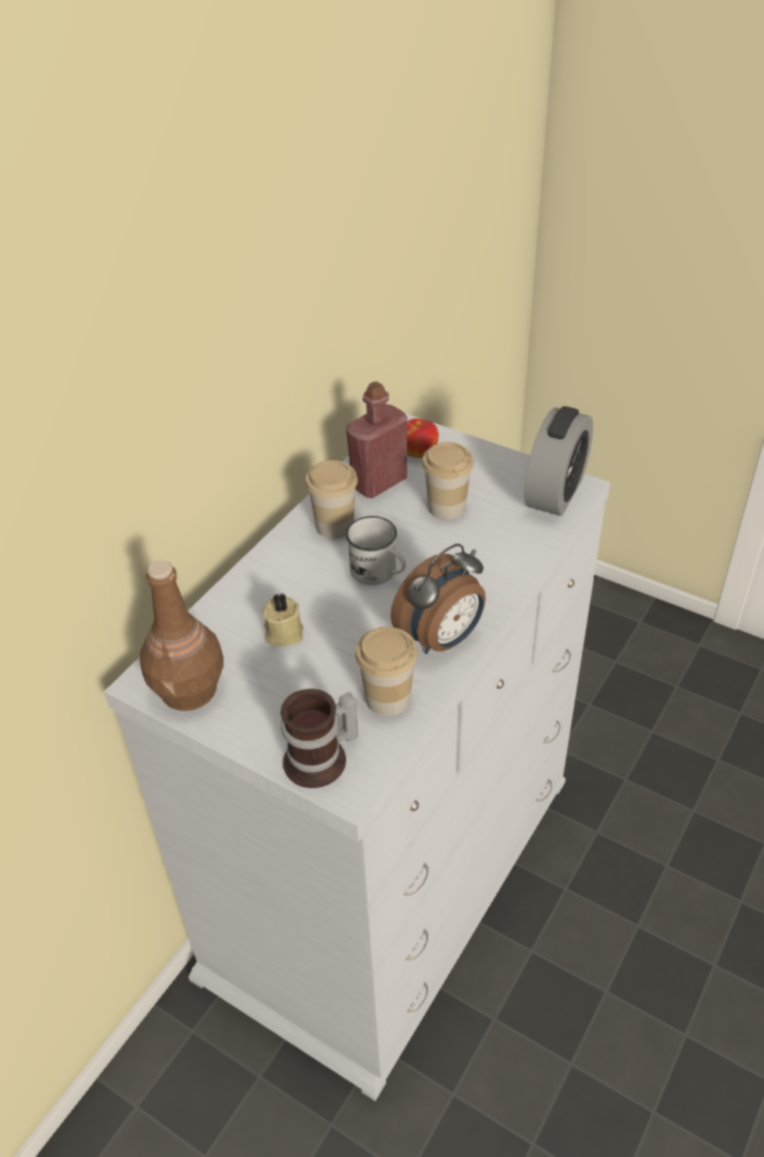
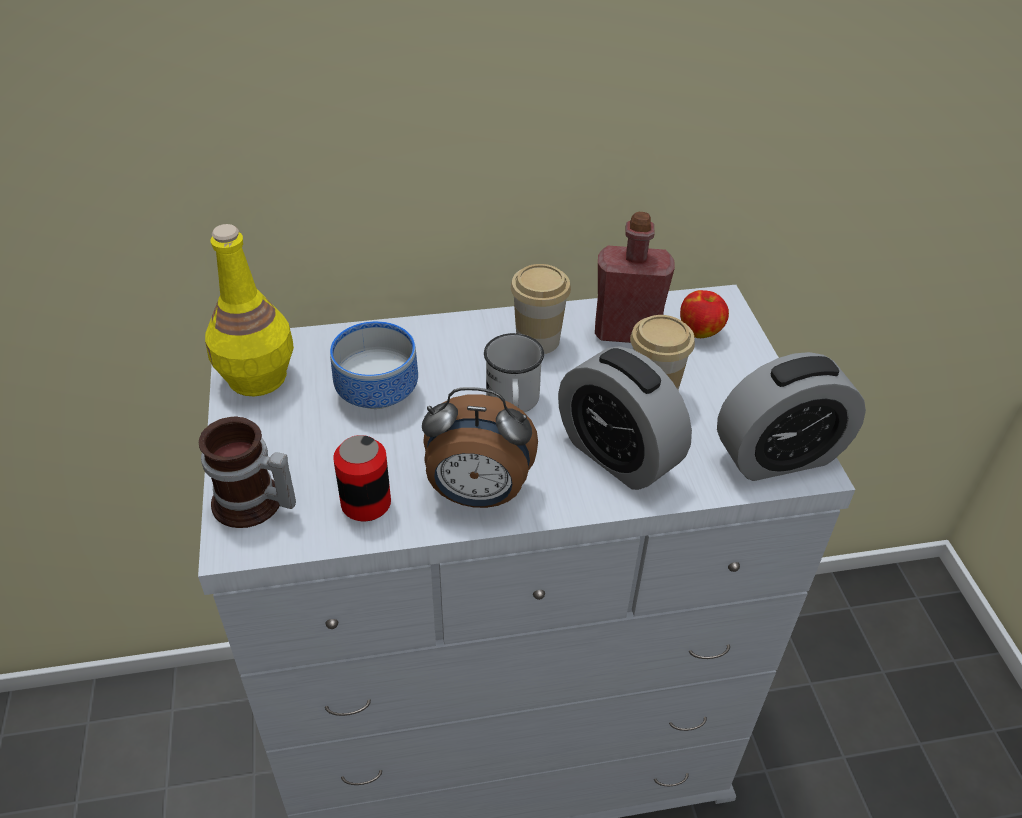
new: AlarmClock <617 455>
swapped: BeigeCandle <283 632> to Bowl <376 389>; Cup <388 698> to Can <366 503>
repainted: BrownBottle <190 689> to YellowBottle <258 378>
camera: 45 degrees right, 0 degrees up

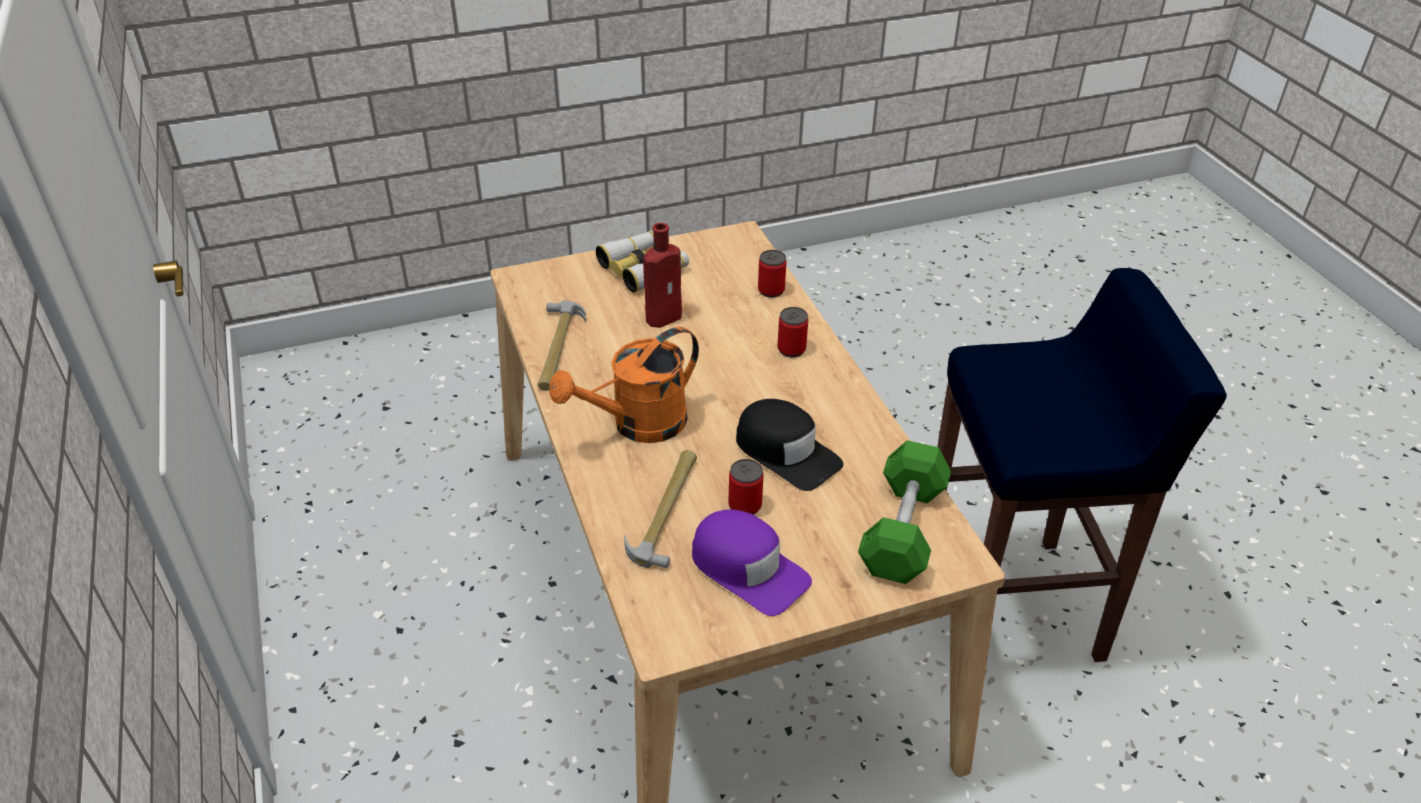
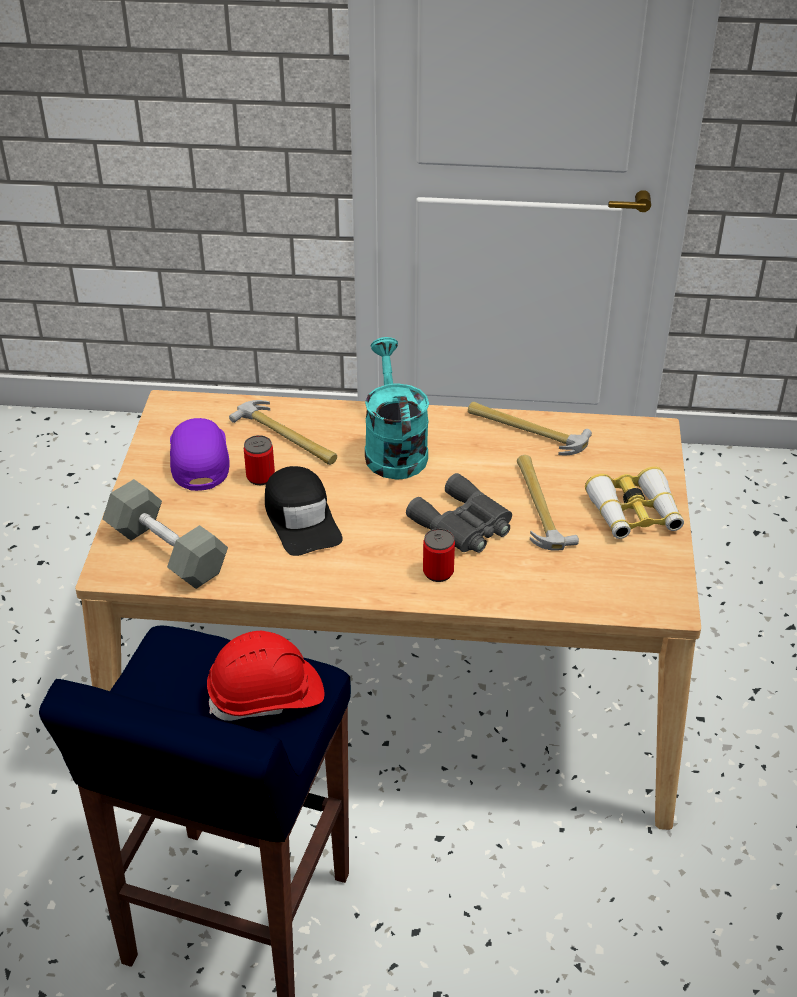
gone: Can <771 290>
new: RedHardHat <266 696>; GreyBinoculars <463 525>
swapped: RedBottle <666 317> to Hammer <539 506>
repainted: OrangeWateringCan <637 425> to TurquoiseWateringCan <393 448>; GreenDumbbell <902 529> to GreyDumbbell <167 551>
rotated: PurpleCap <748 569> = <199 459> 105 degrees clockwise; BlackCap <786 452> = <301 519> 90 degrees counterclockwise
camera: 115 degrees right, 0 degrees up

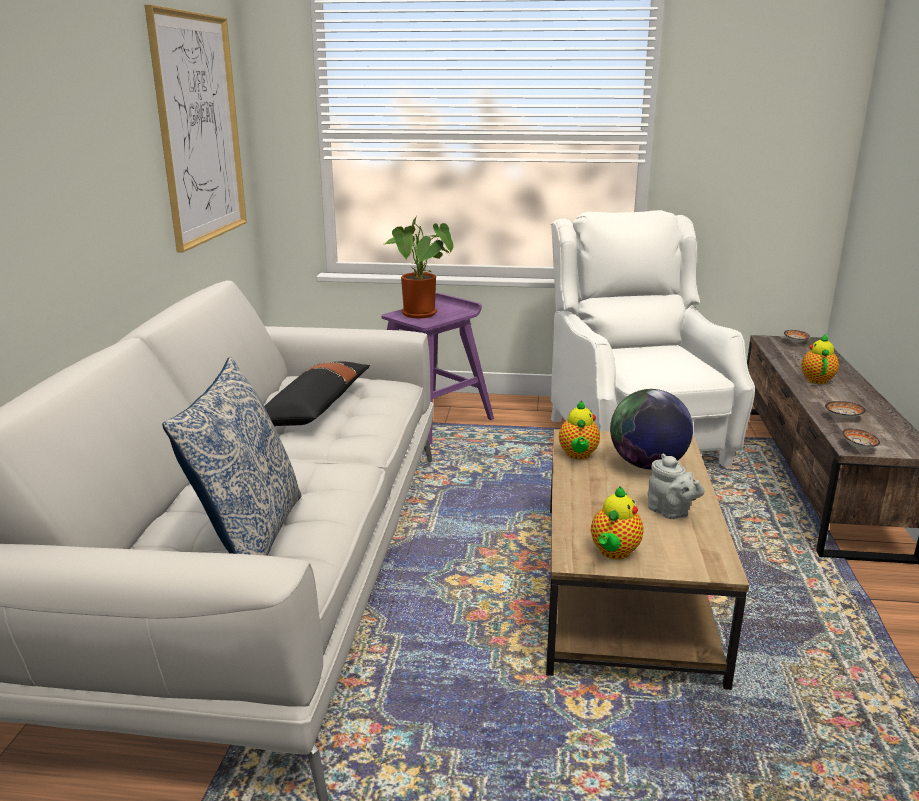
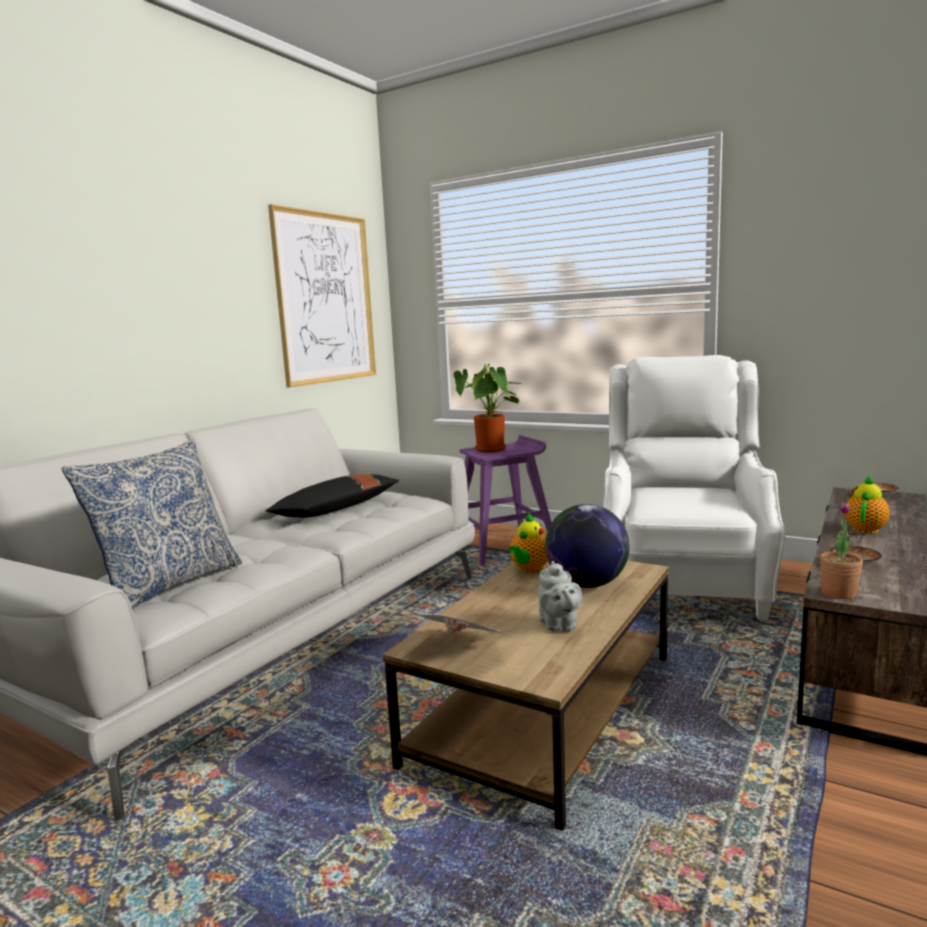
swapped: Teapot <613 553> to Newspaper <458 649>; Bowl <858 447> to PottedPlant <838 593>
camera: 25 degrees right, 10 degrees down

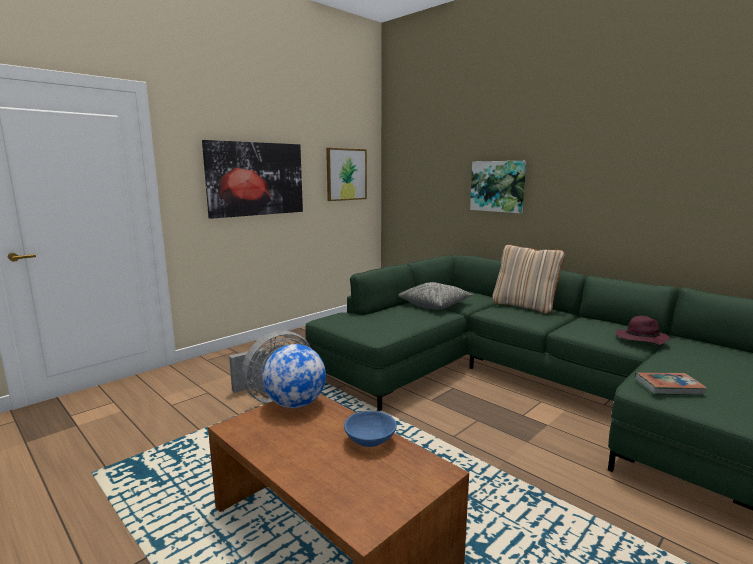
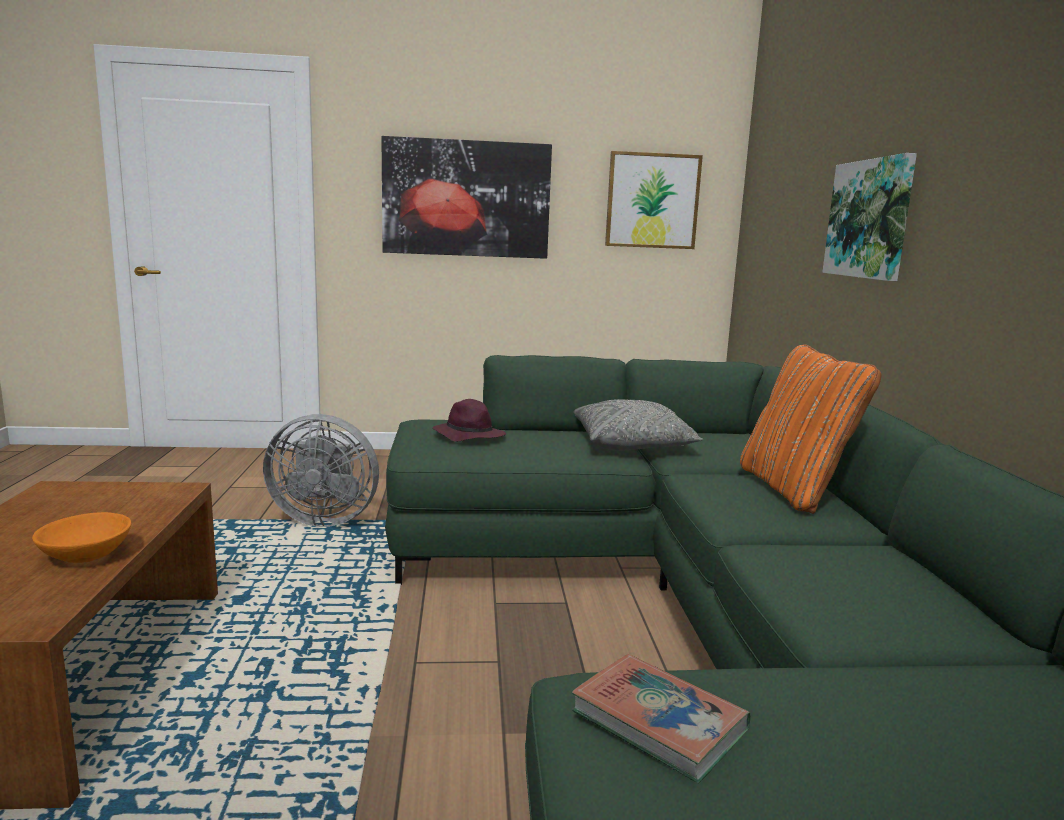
gone: Globe <295 404>
shifted: PurpleHat <641 339> to <468 436>
repainted: BlueBowl <370 440> to OrangeBowl <87 556>; BeigePillow <524 306> to OrangePillow <794 489>
camera: 40 degrees right, 0 degrees up

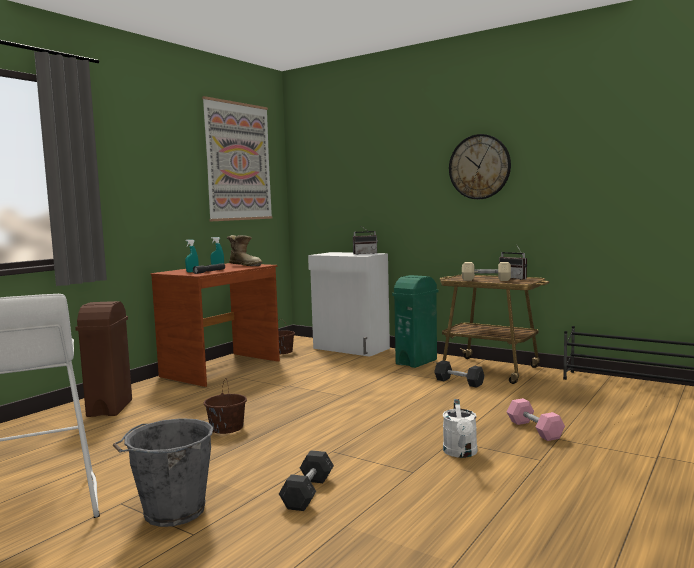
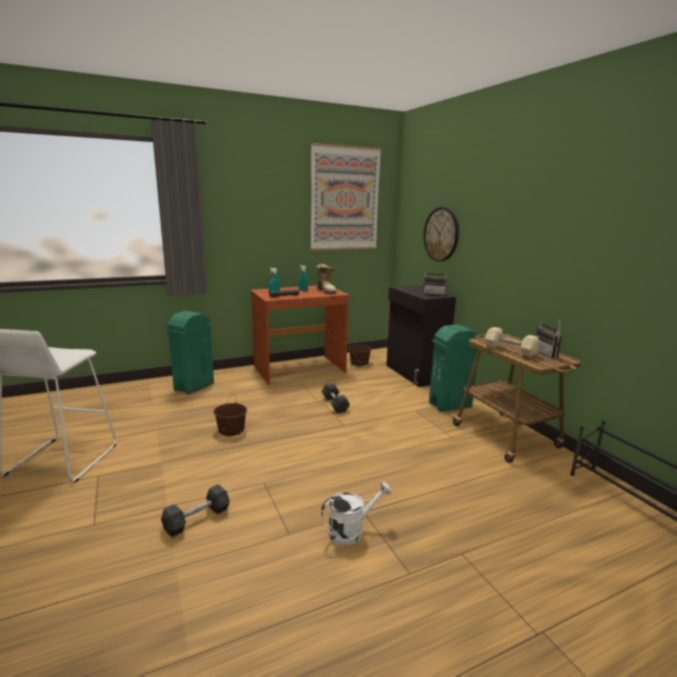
gone: GreyBucket <172 512>; PinkDumbbell <534 429>
shifted: GreyDumbbell <459 382> to <335 404>; WallClock <479 167> to <441 234>
repainted: BrownTrashCan <109 408> to GreenTrashCan <193 387>; WhiteCabinet <351 348> to BlackCabinet <414 373>
rotated: WhiteWateringCan <461 453> = <351 530> 150 degrees counterclockwise
camera: 30 degrees right, 10 degrees up

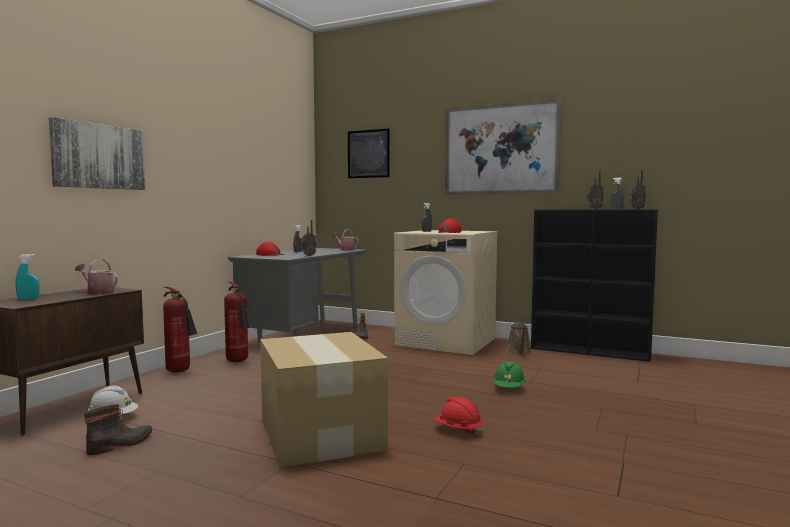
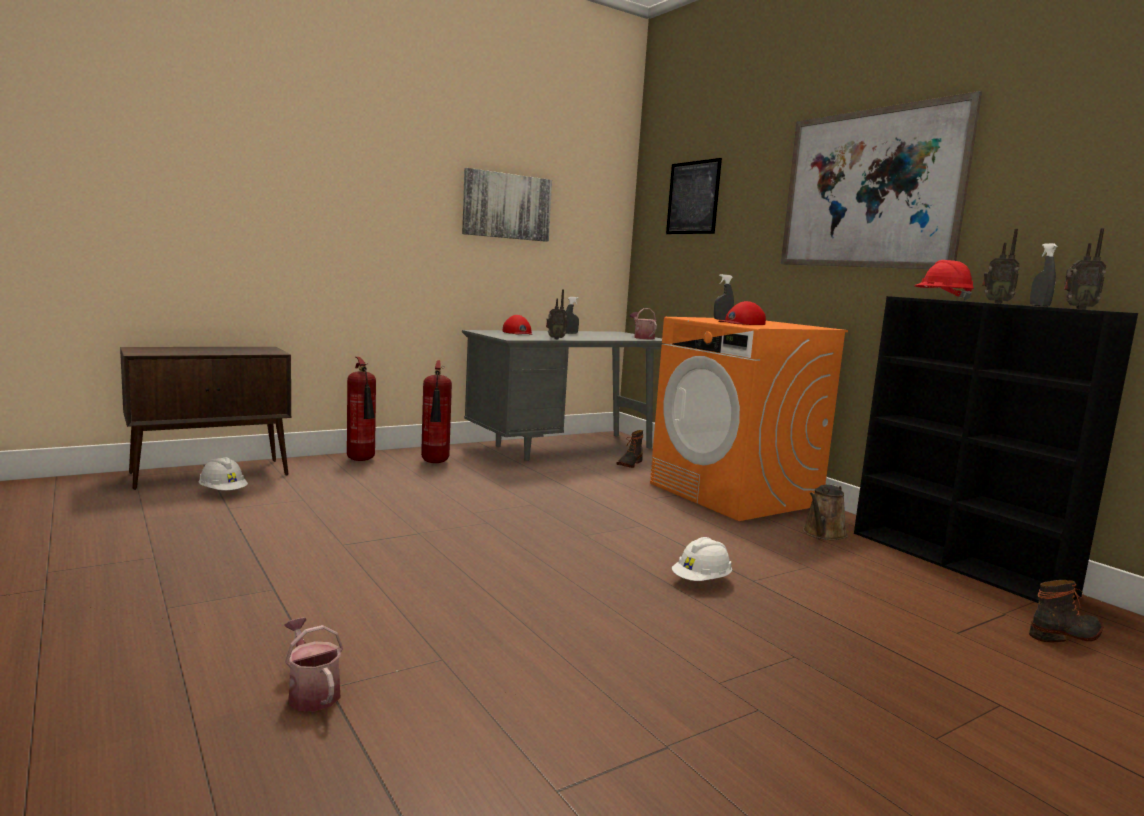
gone: TurquoiseSprayBottle <28 299>; CardboardBox <321 433>
shifted: Picture <98 156> to <506 206>; WateringCan <98 292> to <311 692>; Boot <121 444> to <1066 634>; RedHardHat <458 430> to <942 299>
repainted: BeigeWashingMachine <447 342> to OrangeWashingMachine <735 494>; GreenHardHat <509 388> to WhiteHardHat <701 581>
camera: 30 degrees right, 5 degrees up

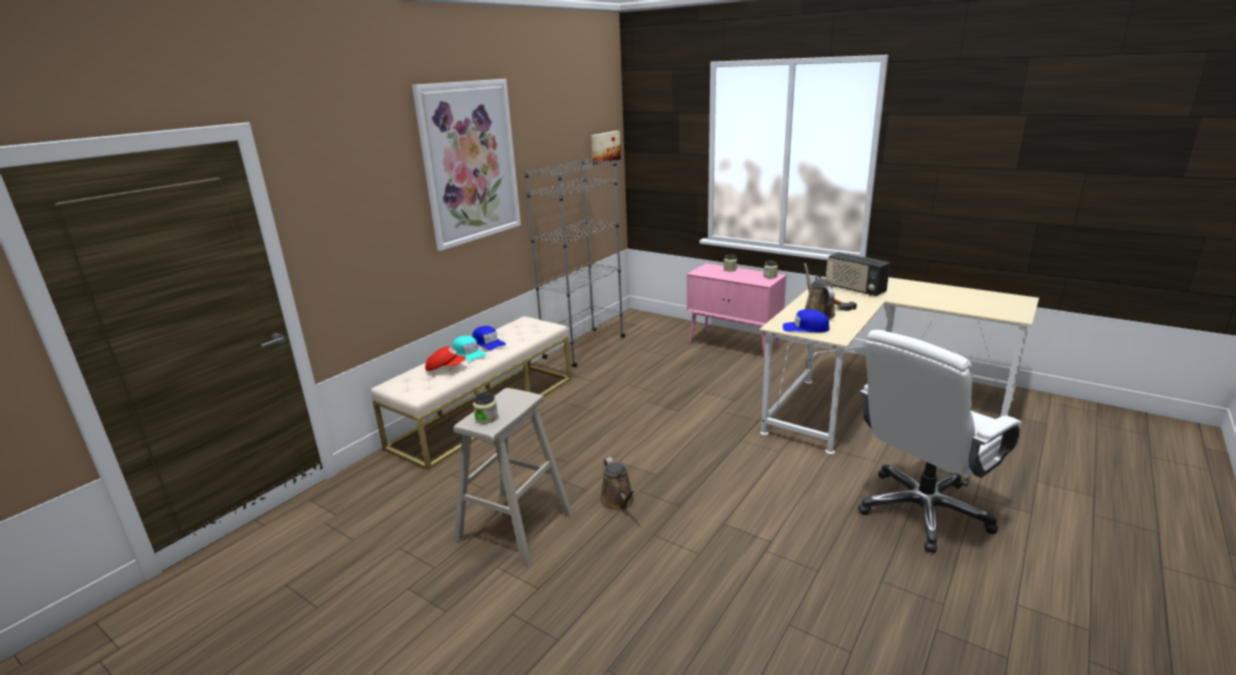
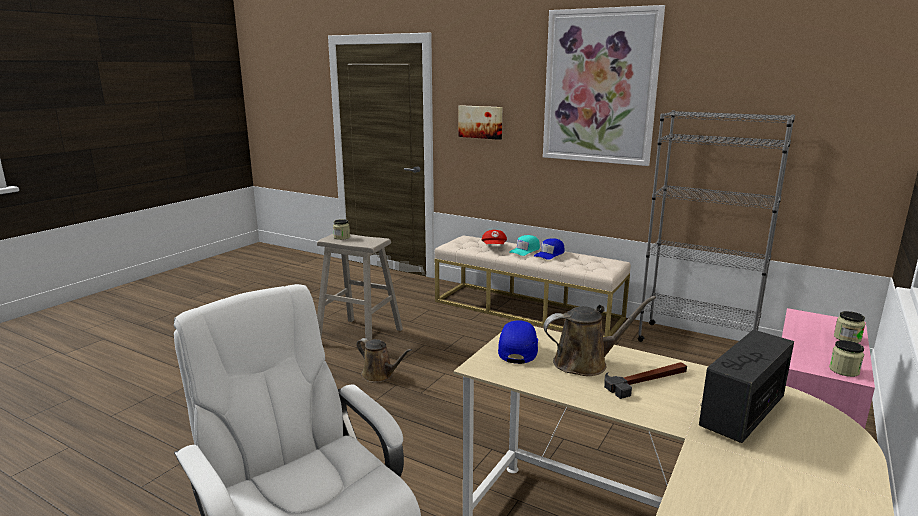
shifted: Picture <604 147> to <481 122>
rotated: BrownWateringCan <618 502> = <380 375> 120 degrees counterclockwise
camera: 85 degrees right, 5 degrees down

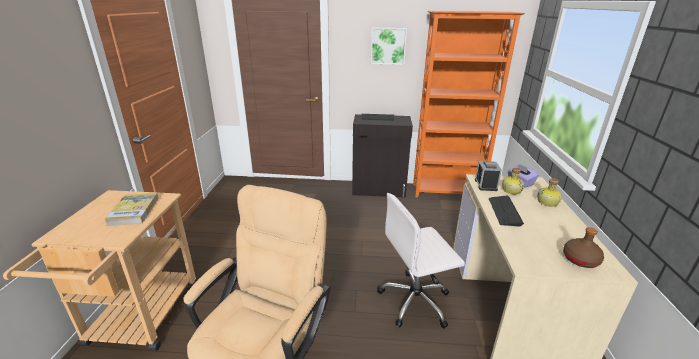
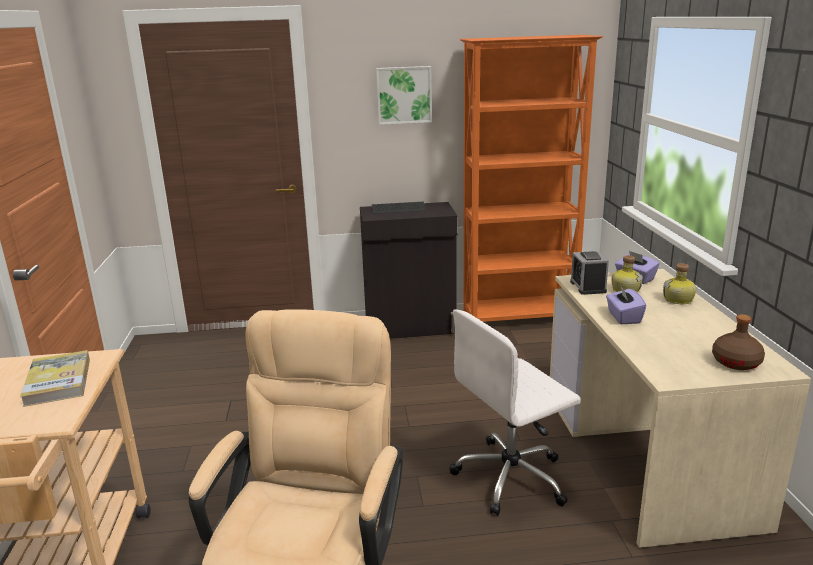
swapped: Keyboard <504 211> to PurpleTissueBox <623 317>
camera: 10 degrees left, 5 degrees down

